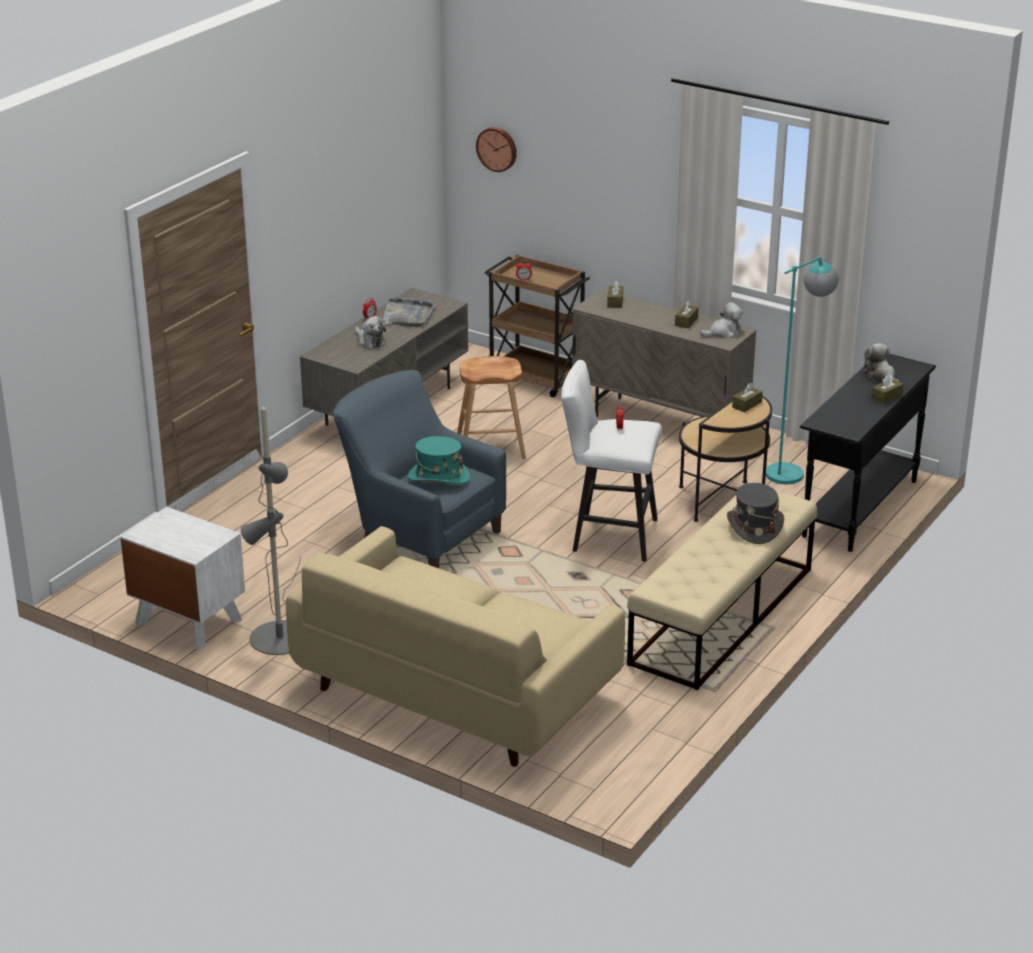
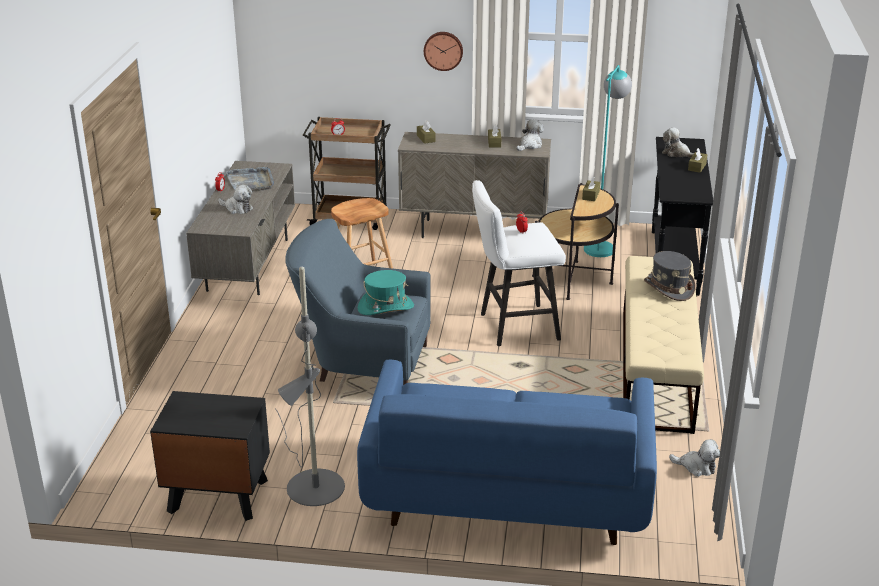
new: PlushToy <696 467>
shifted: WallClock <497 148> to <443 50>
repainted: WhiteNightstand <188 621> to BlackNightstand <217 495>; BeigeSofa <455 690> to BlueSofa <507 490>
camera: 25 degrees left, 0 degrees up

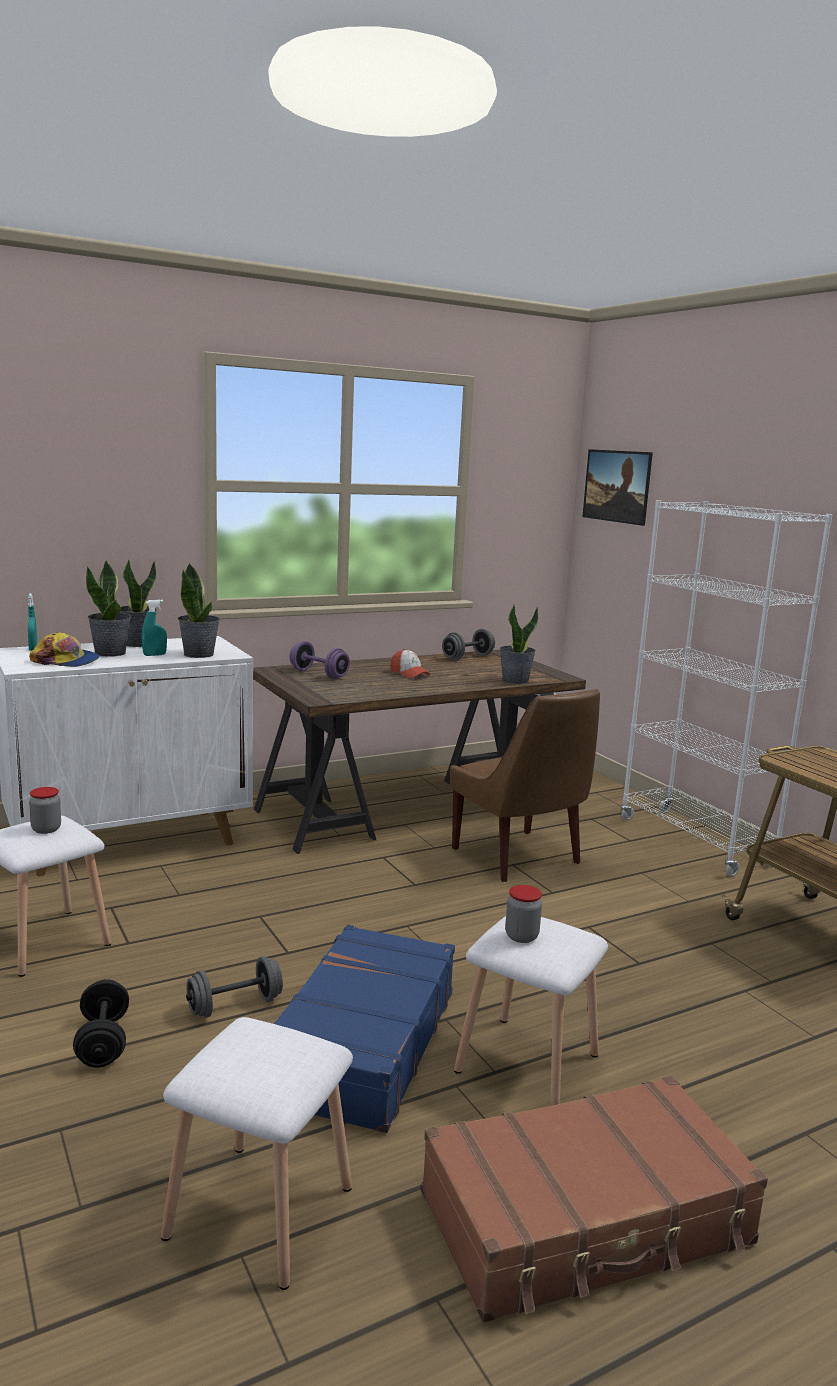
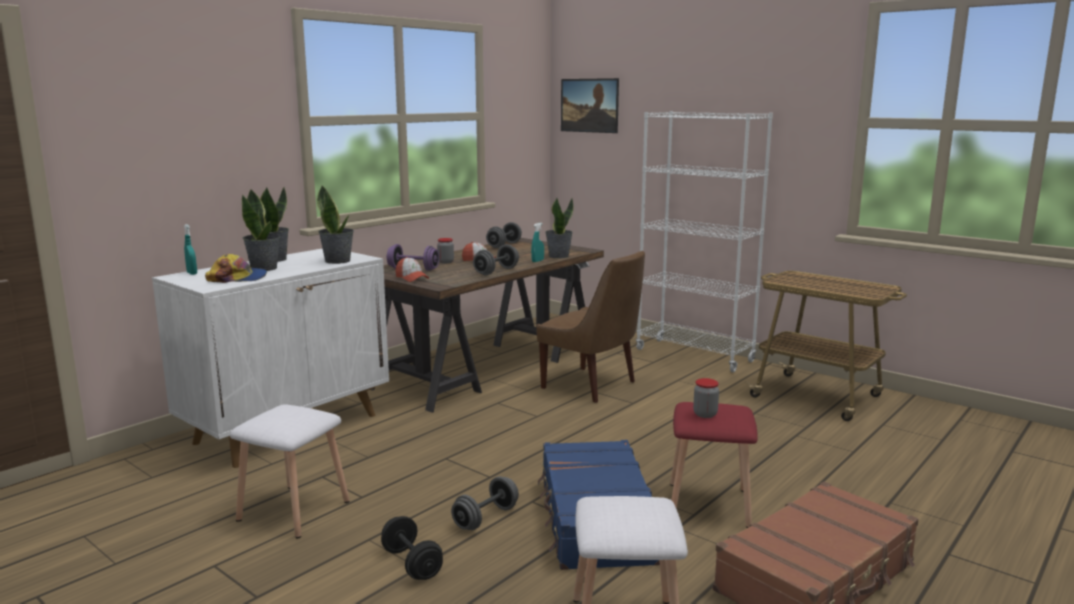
new: Cap <412 278>; GreyDumbbell <496 271>
shifted: Jar <46 829> to <445 262>; TurquoiseSprayBottle <154 655> to <537 261>
repainted: WhiteStool <530 1063> to RedStool <710 504>
camera: 20 degrees left, 0 degrees up

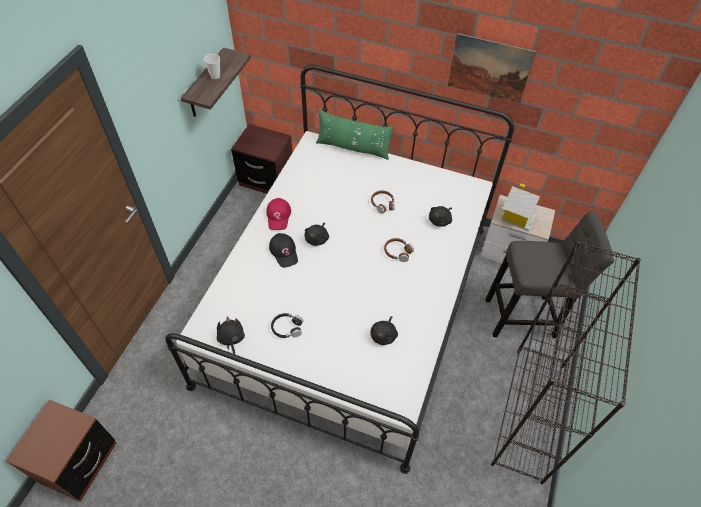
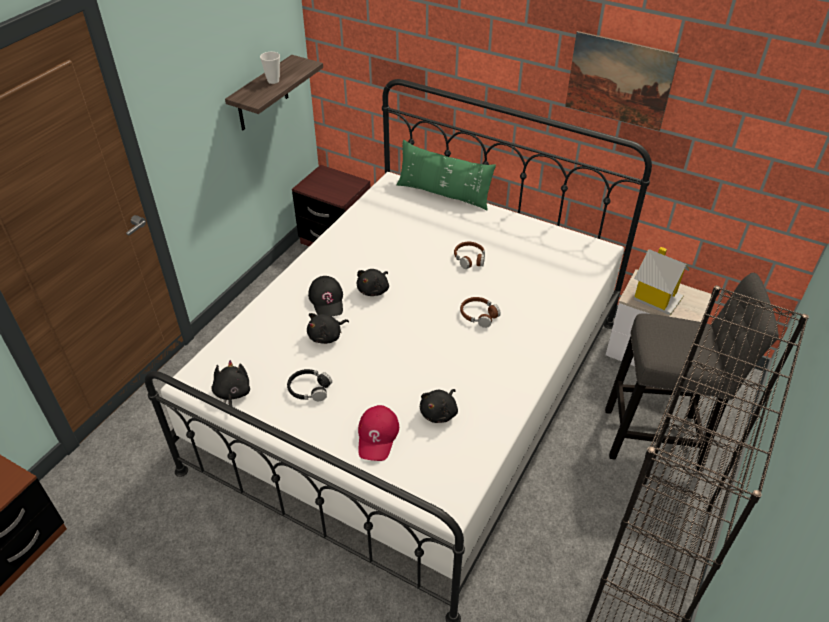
shifted: RedCap <278 216> to <377 436>; BlackPlushToy <440 220> to <327 336>
camera: 10 degrees right, 10 degrees down

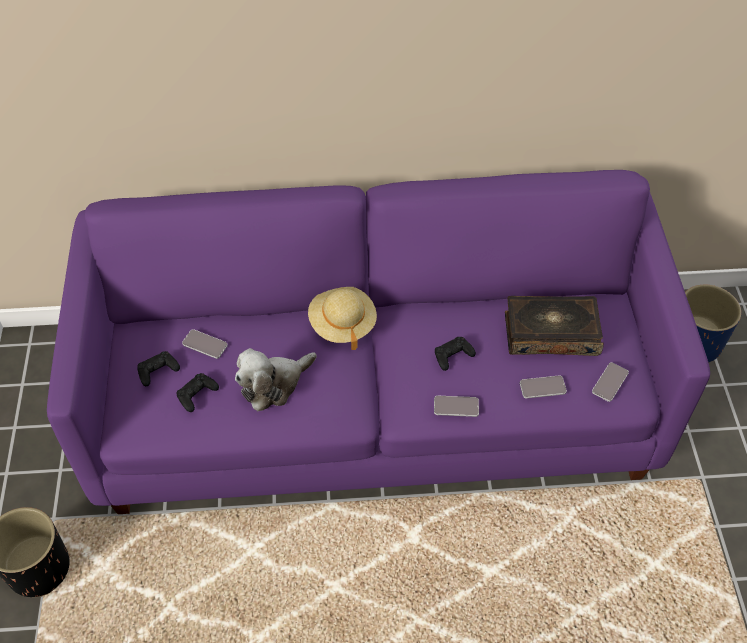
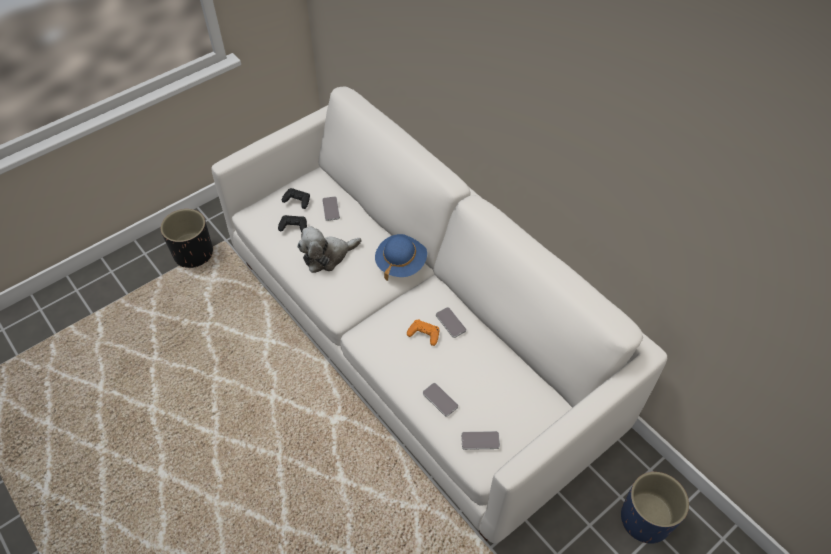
gone: Book <550 333>
shifted: Phone <456 406> to <450 322>
repainted: PurpleSofa <374 403> to WhiteSofa <416 340>; BeigeHat <342 324> to BlueHat <401 263>; BlackGameController <453 356> to OrangeGameController <424 334>
rotated: PlushToy <274 384> = <327 256> 45 degrees counterclockwise
camera: 55 degrees right, 0 degrees up

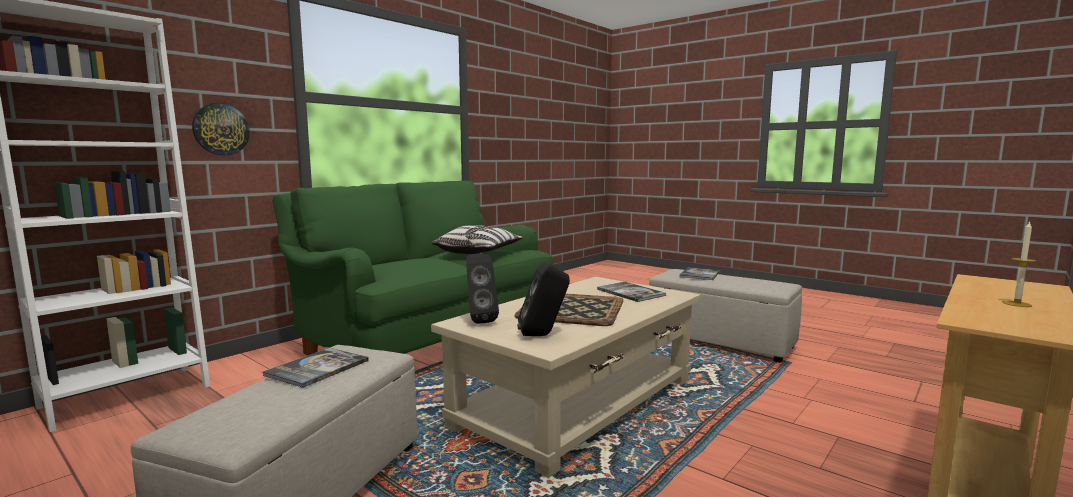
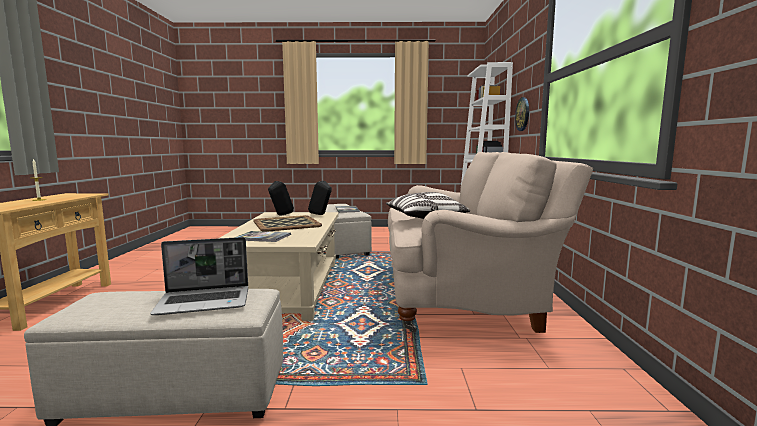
swapped: Book <699 274> to Laptop <205 302>
repainted: GreenSofa <426 340> to BeigeSofa <461 293>
camera: 140 degrees right, 0 degrees up

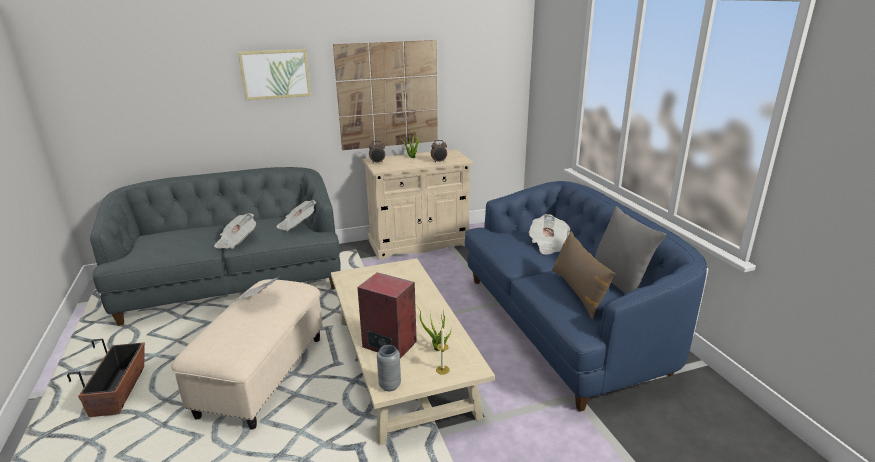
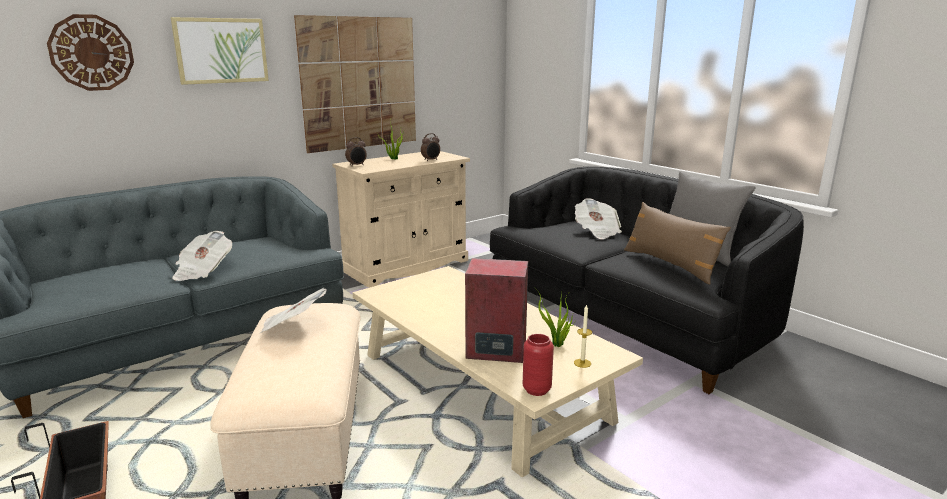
gone: Newspaper <297 225>
new: WallClock <91 53>
repainted: GreyVase <390 385> to RedVase <536 390>; BlueSofa <562 325> to BlackSofa <626 319>
camera: 20 degrees left, 5 degrees down

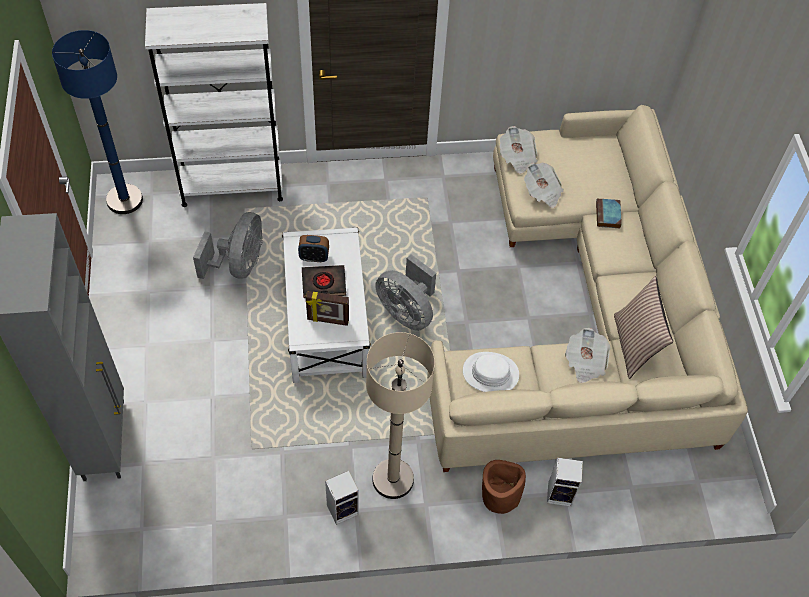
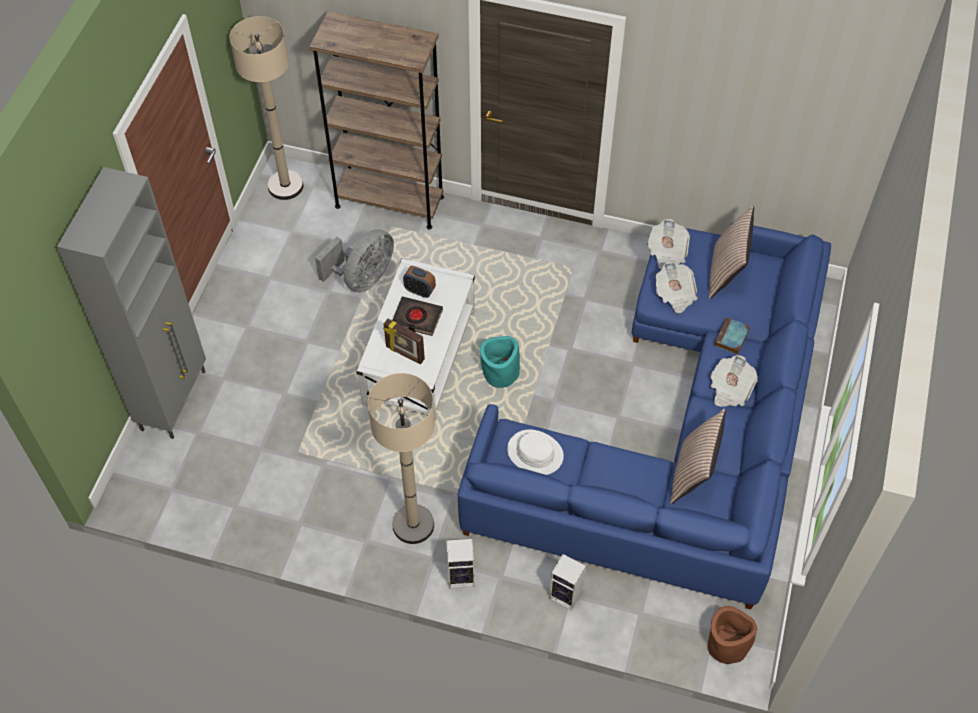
new: Pillow <726 272>
shifted: Speaker <343 508> to <462 576>; BrownPlanter <500 495> to <727 645>; Newspaper <585 362> to <730 389>
swapped: GreyFan <407 312> to TurquoisePlanter <500 373>
repainted: BlueFloorLamp <124 200> to BeigeFloorLamp <285 186>; WhiteBookcase <232 186> to BrownBookcase <389 201>; BeigeSofa <587 314> to BlueSofa <680 432>
camera: 25 degrees right, 0 degrees up

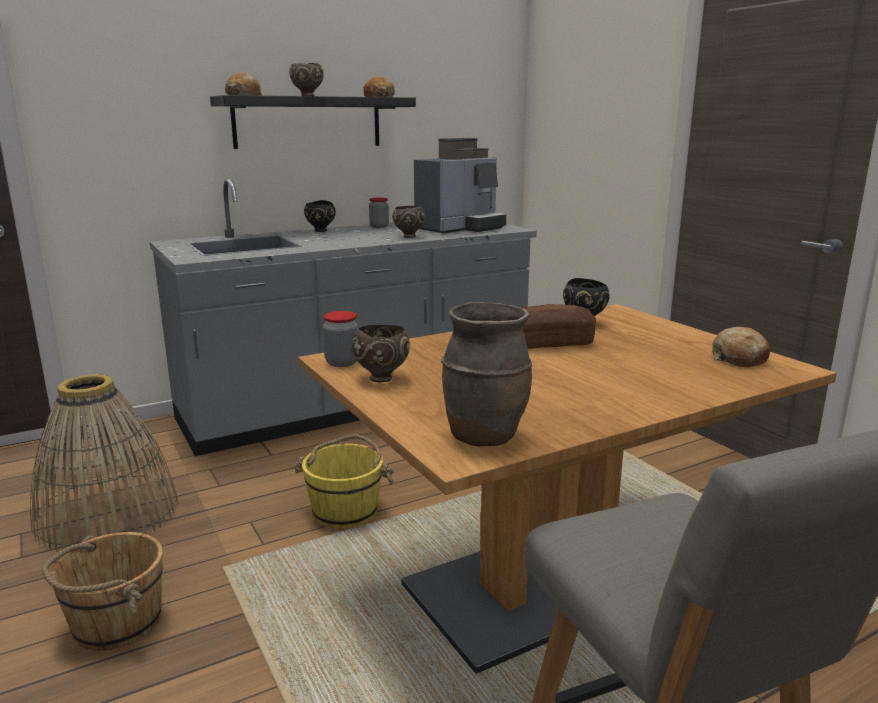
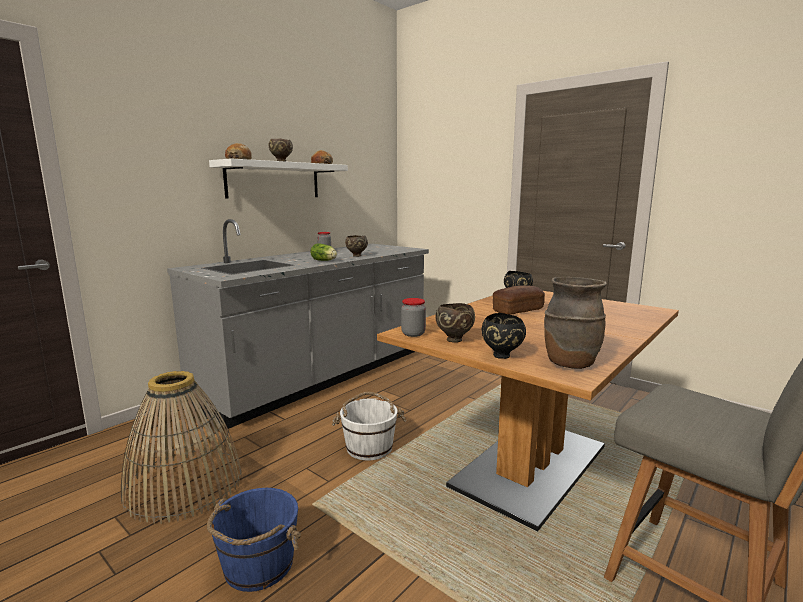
gone: CoffeeMachine <461 228>; Bread <739 359>
new: Lettuce <325 260>
shifted: BlackBowl <320 231> to <502 356>
repainted: BrownBucket <115 623> to BlueBucket <257 565>; BlackShelf <308 122> to WhiteShelf <274 180>; YellowBucket <345 511> to WhiteBucket <369 447>
camera: 20 degrees left, 5 degrees down

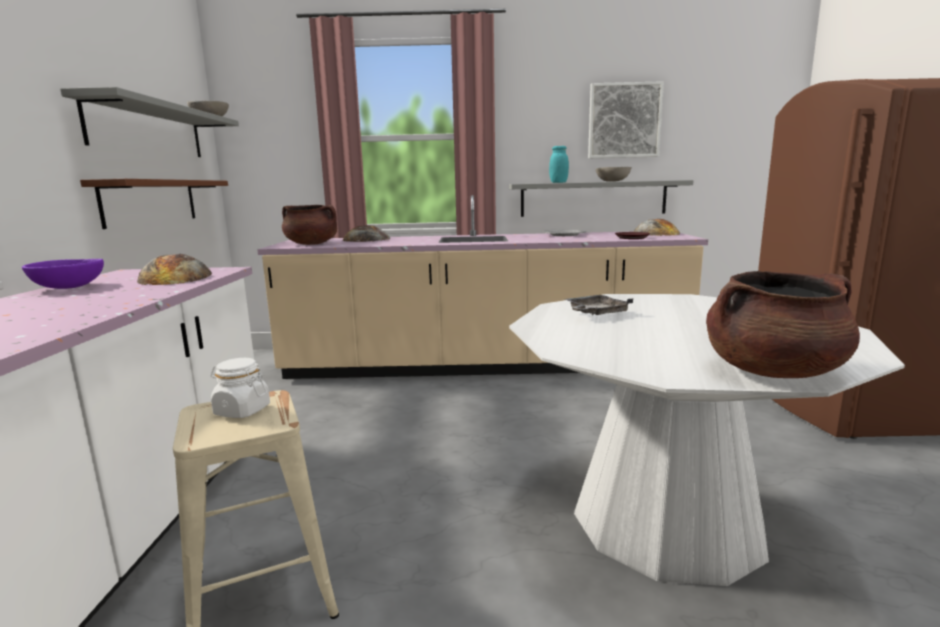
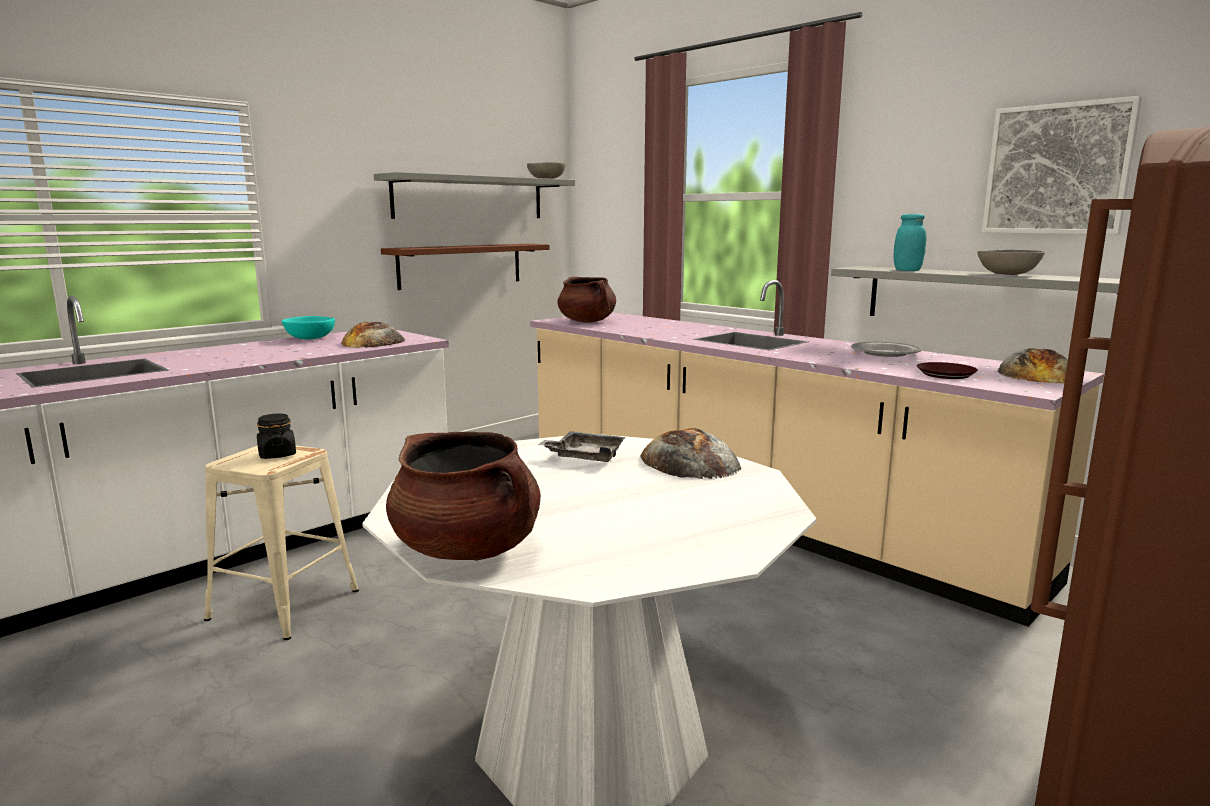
shifted: Bread <366 239> to <689 462>
repainted: PurpleBowl <70 287> to TurquoiseBowl <311 338>; WhiteJar <242 411> to BlackJar <277 455>
camera: 45 degrees right, 0 degrees up

